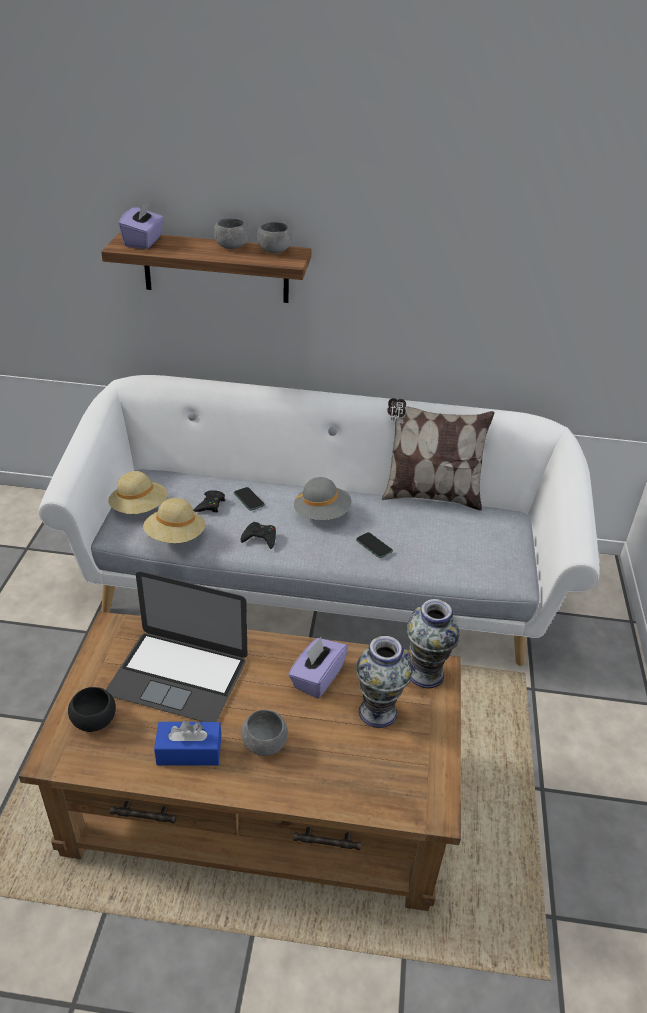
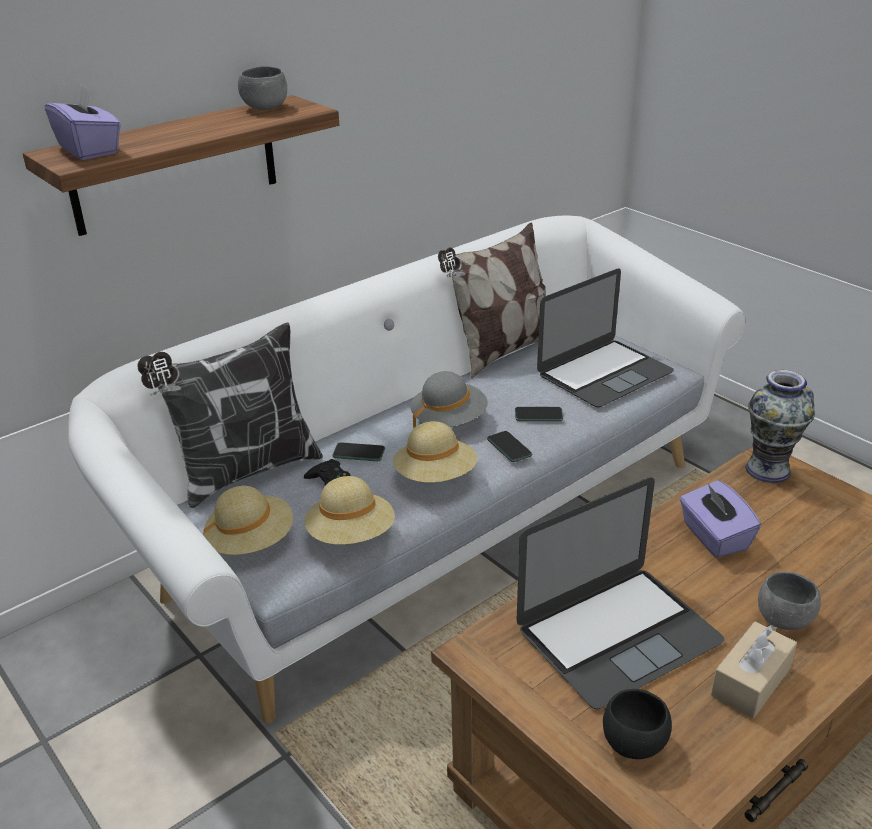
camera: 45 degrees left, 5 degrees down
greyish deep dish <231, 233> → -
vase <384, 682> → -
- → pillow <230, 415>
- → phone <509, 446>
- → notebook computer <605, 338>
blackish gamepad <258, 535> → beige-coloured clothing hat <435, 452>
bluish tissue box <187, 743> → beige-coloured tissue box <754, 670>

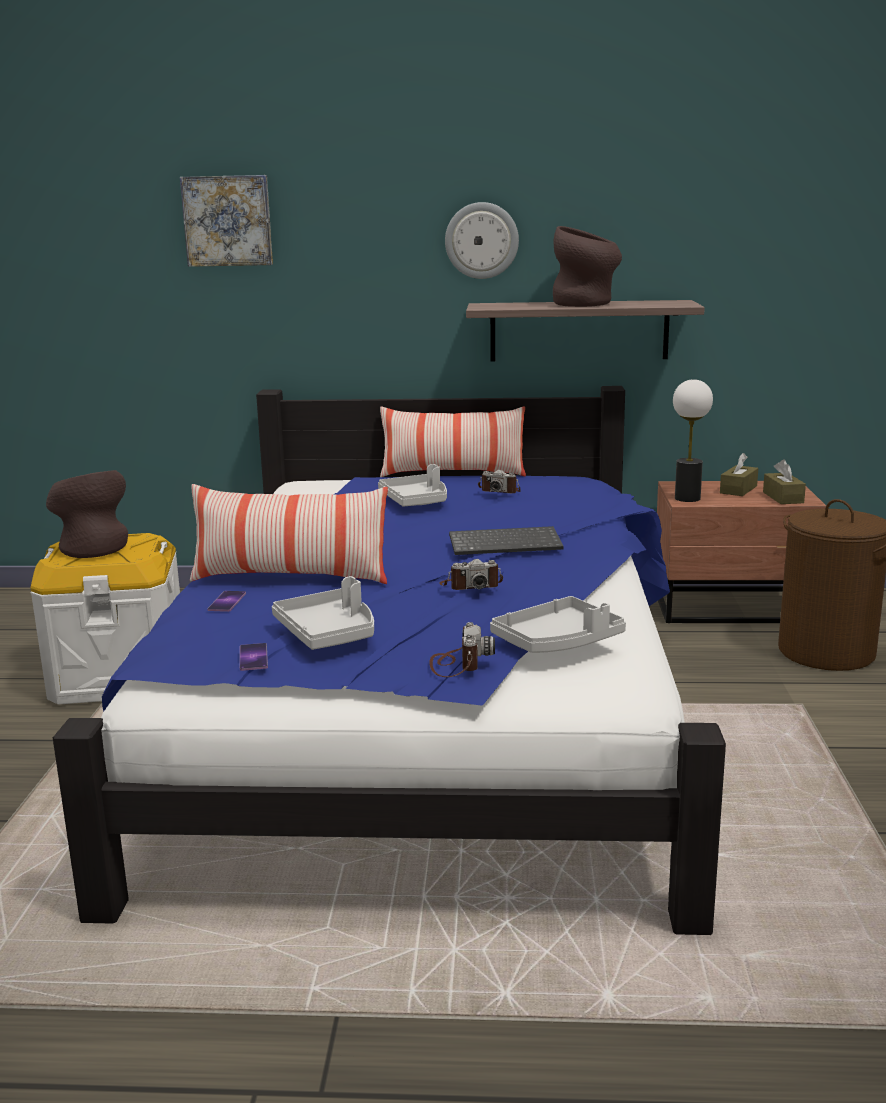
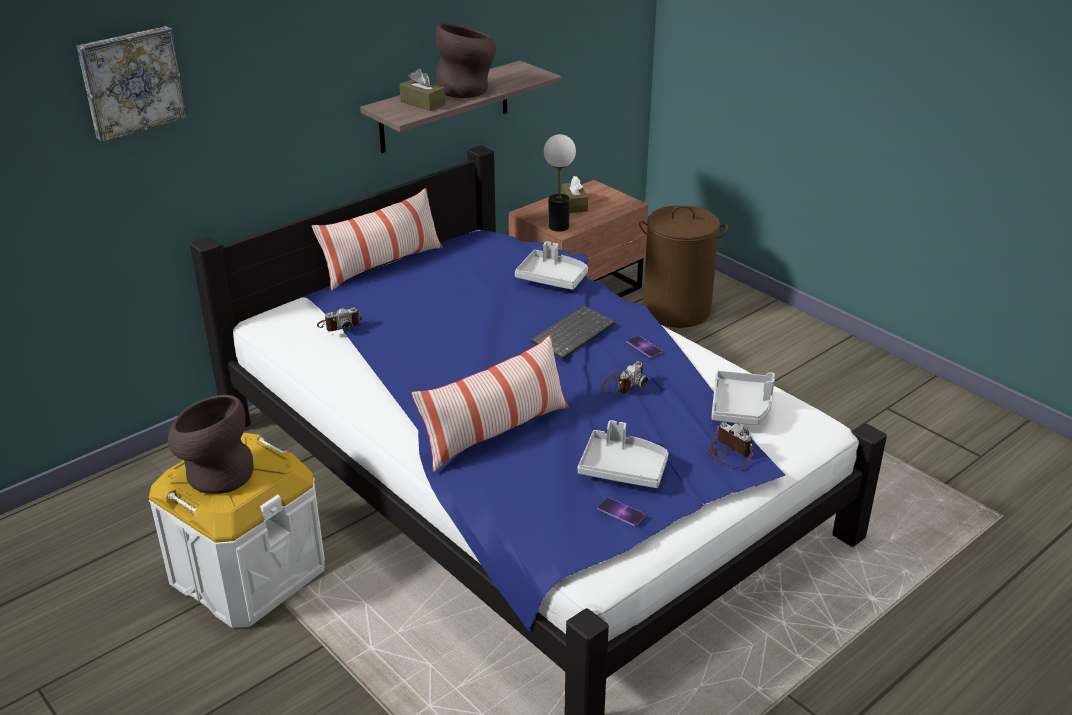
camera: 45 degrees left, 15 degrees up
wall clock <482, 240> → -
phone <226, 601> → phone <644, 347>, relocated
greyish tray <412, 485> → greyish tray <551, 265>, relocated
photo camera <499, 481> → photo camera <339, 319>, relocated
brown tissue box <784, 481> → brown tissue box <422, 90>, relocated

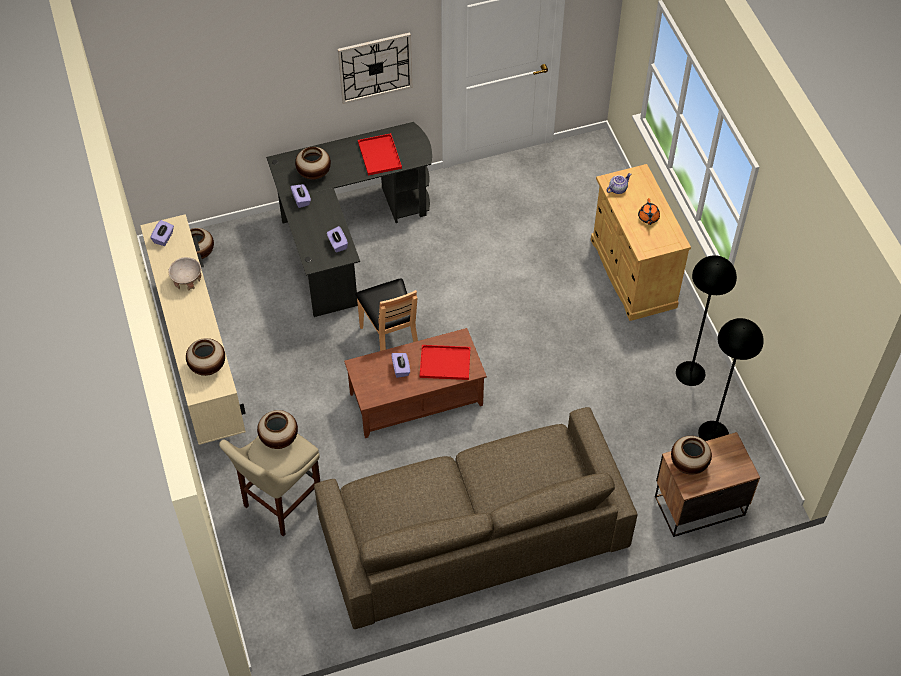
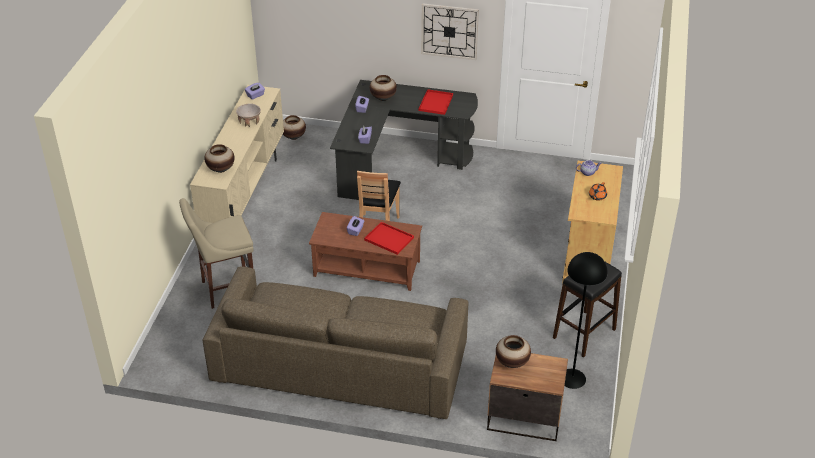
camera: 30 degrees right, 15 degrees down
vase <277, 429> → -
blackish floor lamp <706, 320> → blackish stool seat <587, 310>

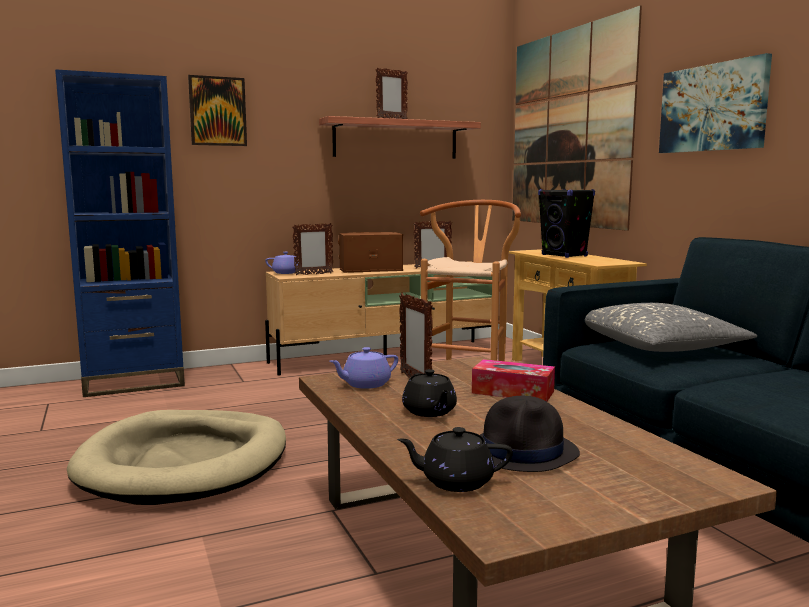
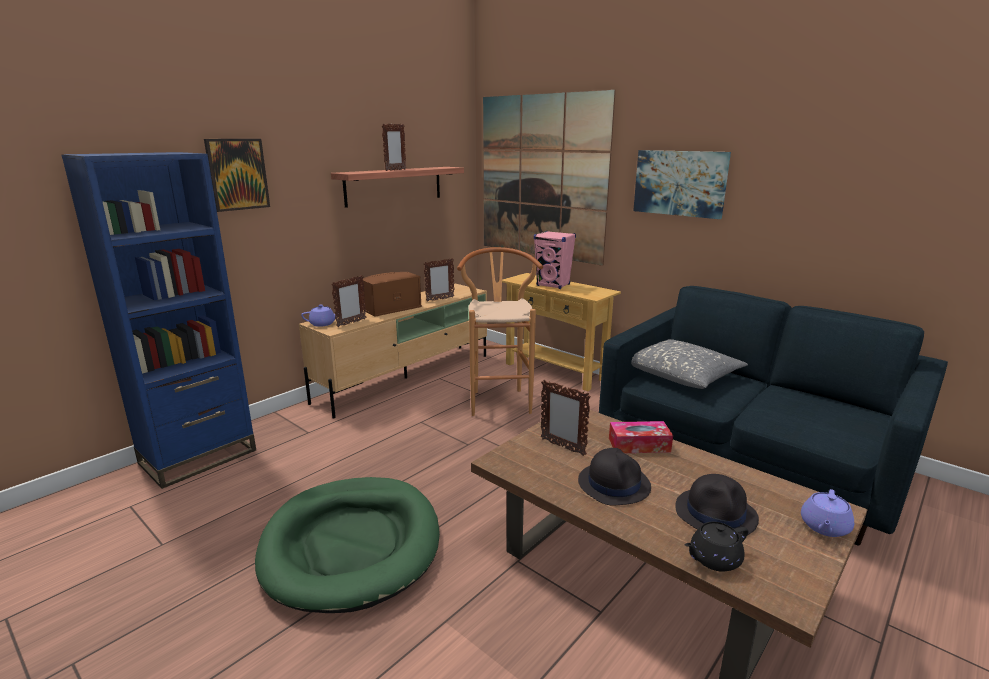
camera: 25 degrees left, 10 degrees up
purplish pot for tea <364, 368> → purplish pot for tea <827, 513>, relocated
blackish pot for tea <429, 393> → blackish clothing hat <614, 476>
beige-coloured dog cushion <176, 457> → greenish dog cushion <347, 545>
blackish loudspeaker <566, 223> → pink-coloured loudspeaker <555, 260>

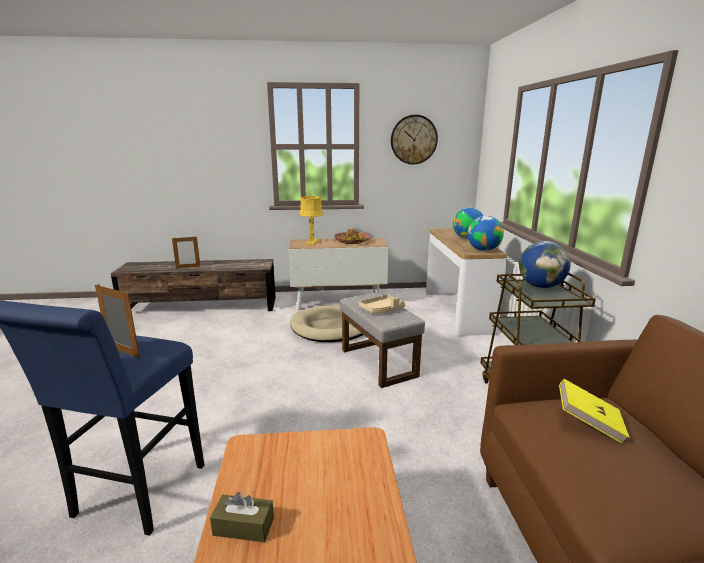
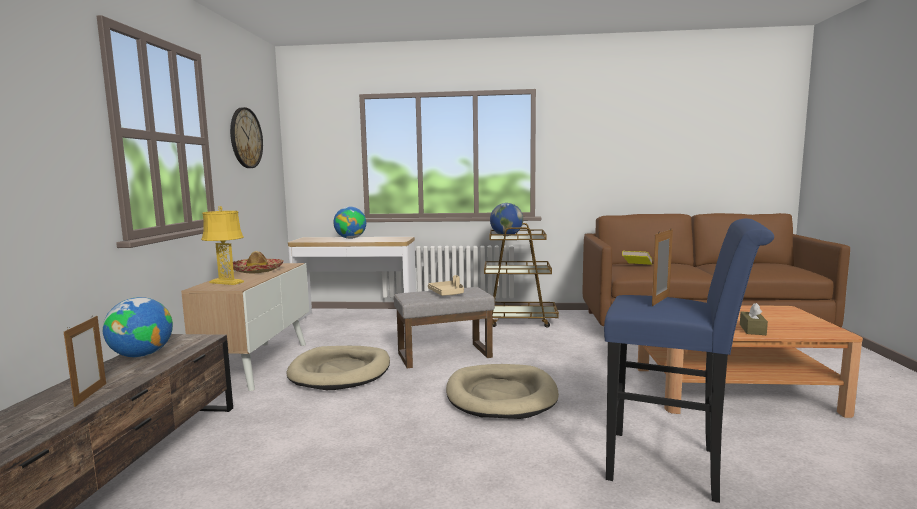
camera: 80 degrees left, 10 degrees down
- → beige-coloured dog cushion <502, 391>
globe <485, 233> → globe <138, 327>, relocated

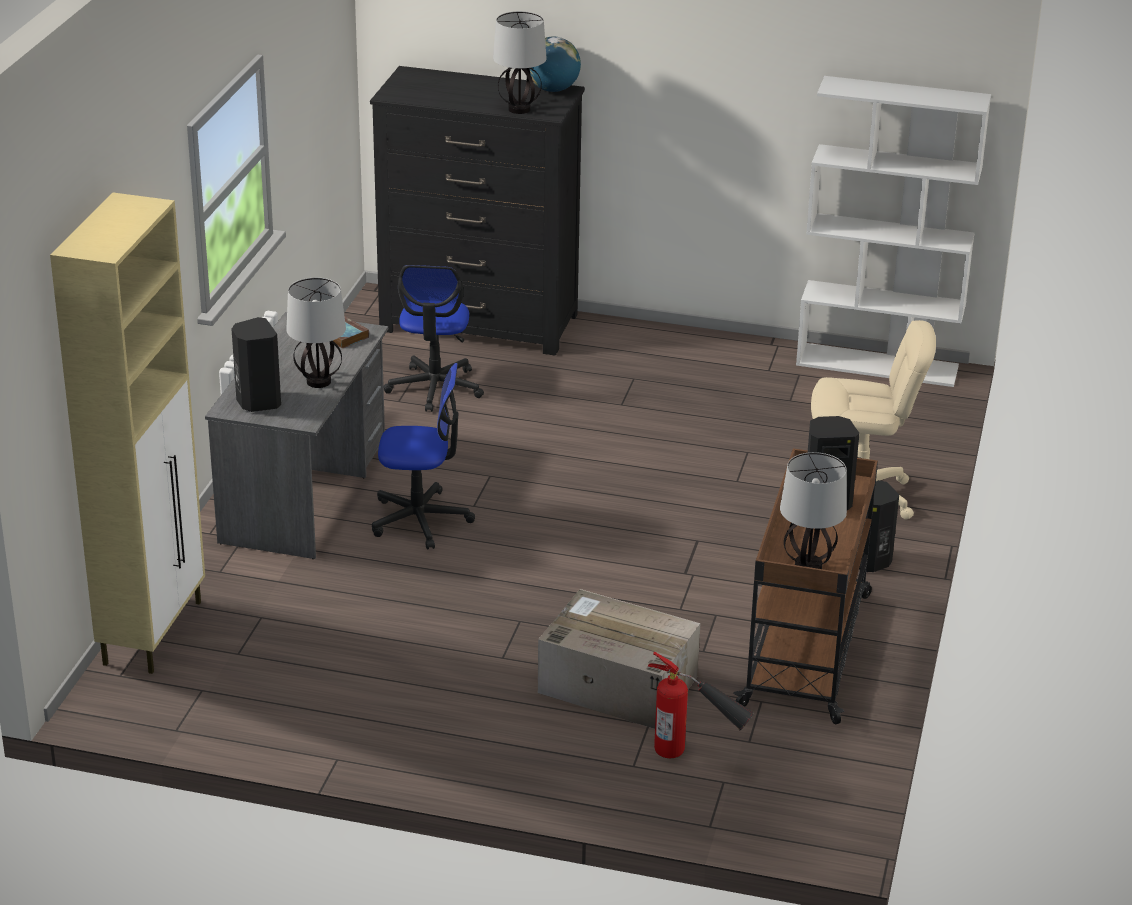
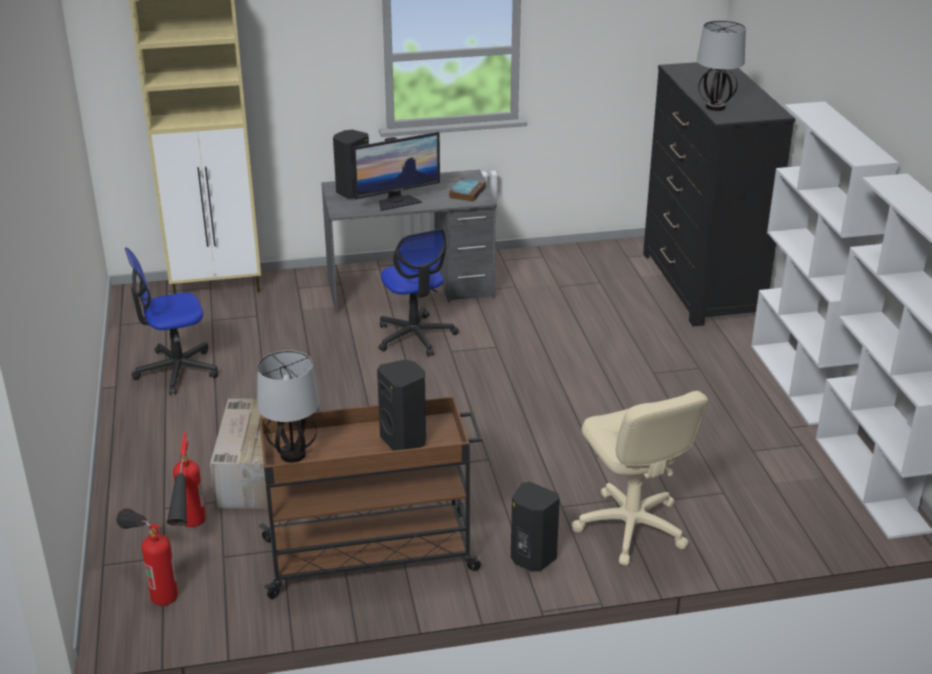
camera: 65 degrees right, 0 degrees up
globe <555, 64> → -
- → extinguisher <147, 557>
- → white-coloured bookshelf <824, 263>
computer chair <434, 338> → computer chair <171, 321>, relocated
table lamp <316, 333> → monitor <396, 171>

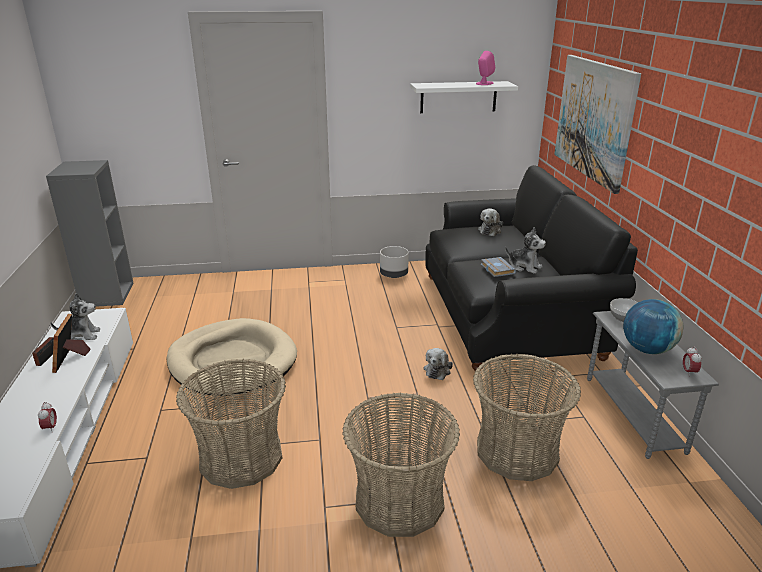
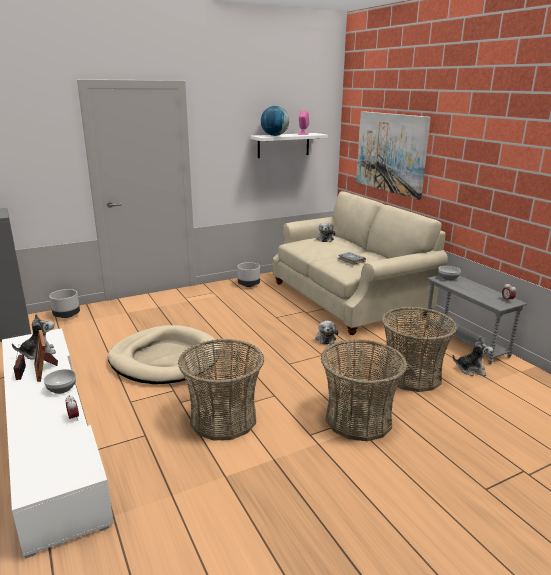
camera: 20 degrees left, 5 degrees down
- → deep dish <60, 381>
- → greyish planter <64, 303>
cuddly toy <525, 250> → cuddly toy <472, 356>, relocated
globe <653, 326> → globe <275, 121>, relocated
blackish couch <531, 268> → beige-coloured couch <360, 263>

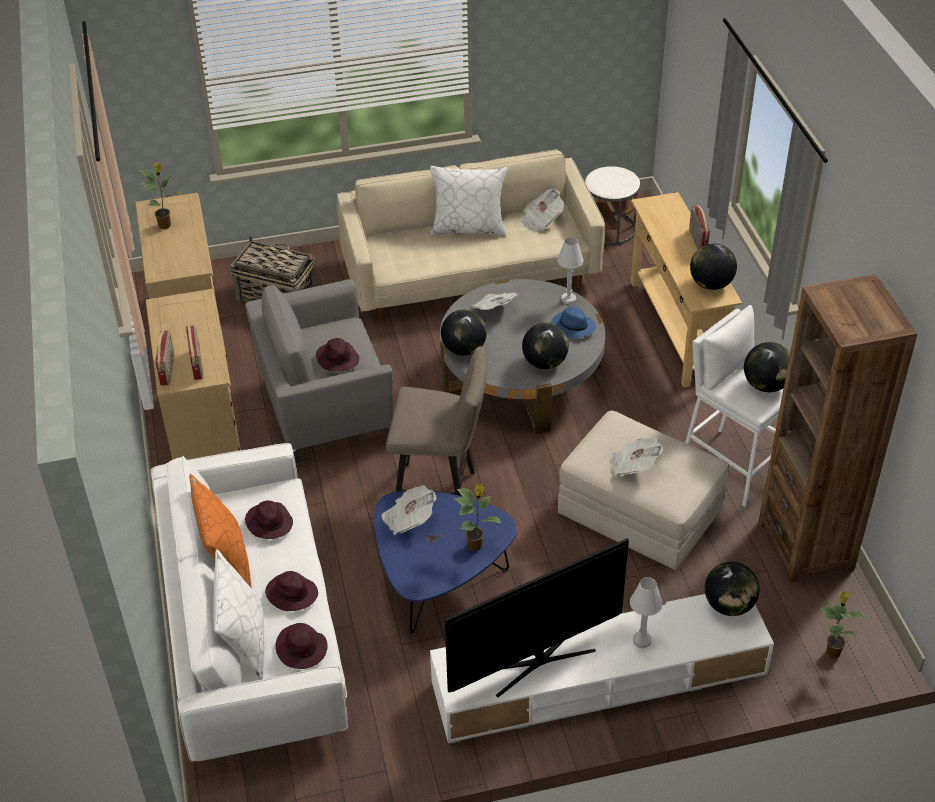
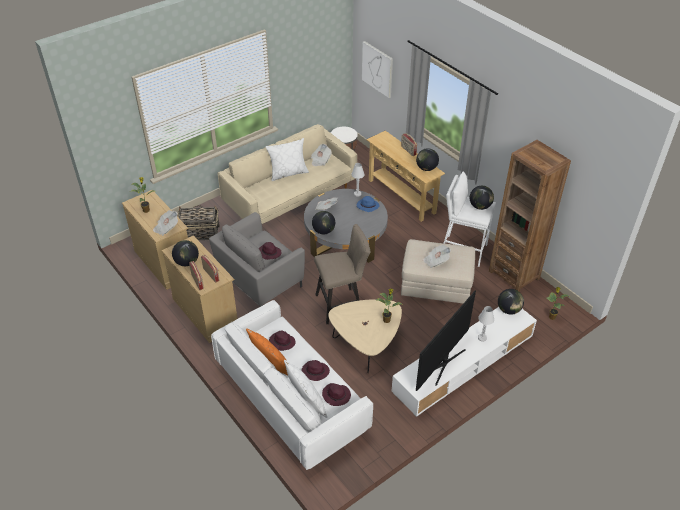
camera: 25 degrees left, 0 degrees up
- → wall picture <377, 69>
printed paper <409, 510> → printed paper <165, 223>, relocated
globe <545, 346> → globe <185, 253>, relocated
bluish coffee table <445, 562> → beige-coloured coffee table <365, 336>

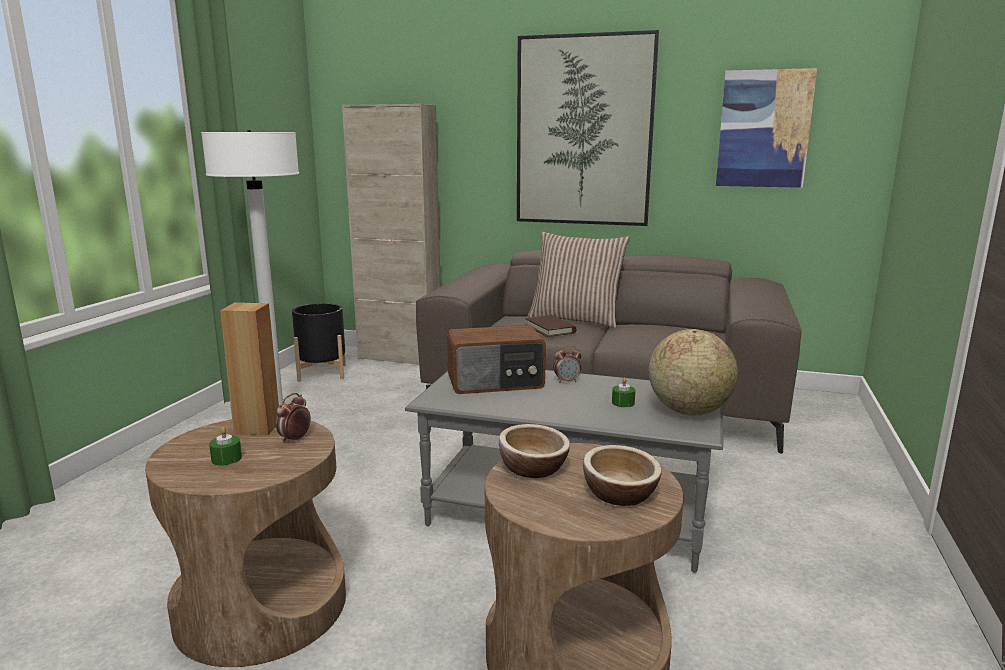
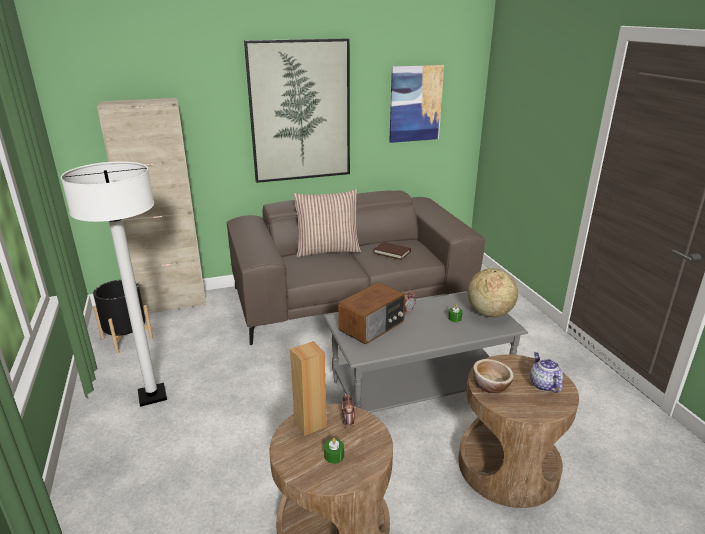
camera: 35 degrees left, 10 degrees up
brown volume <550, 326> → brown volume <392, 251>, relocated
deep dish <622, 475> → pot for tea <546, 372>

